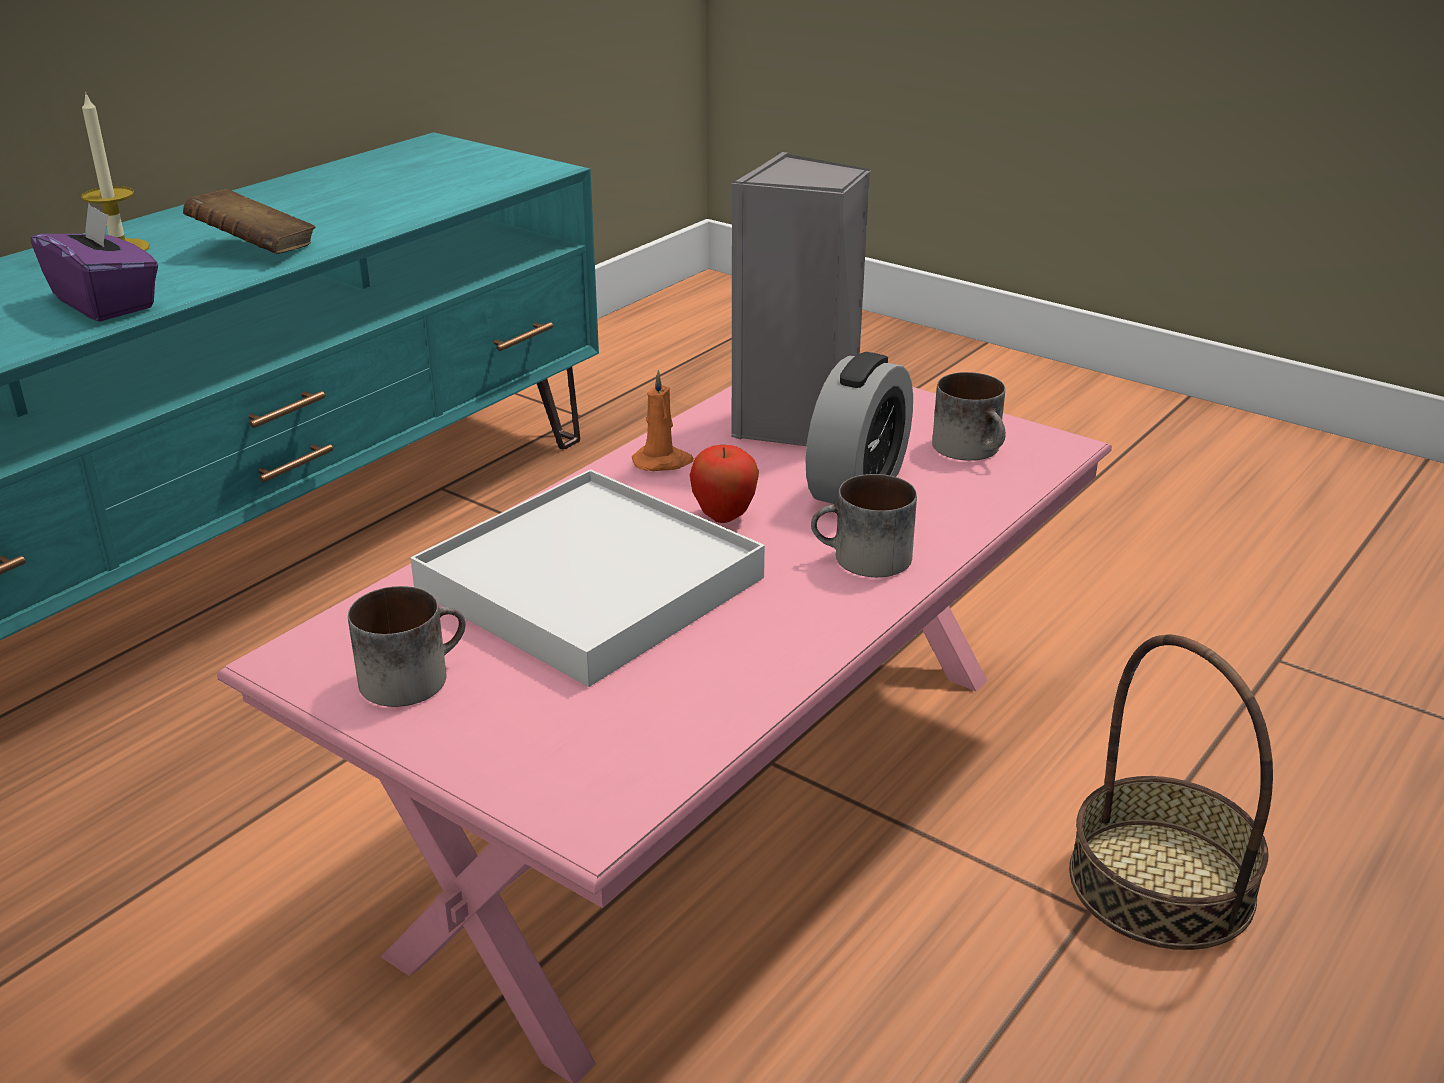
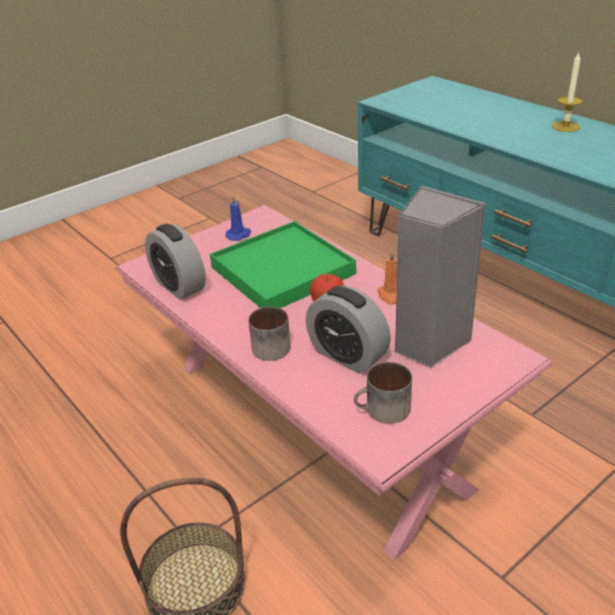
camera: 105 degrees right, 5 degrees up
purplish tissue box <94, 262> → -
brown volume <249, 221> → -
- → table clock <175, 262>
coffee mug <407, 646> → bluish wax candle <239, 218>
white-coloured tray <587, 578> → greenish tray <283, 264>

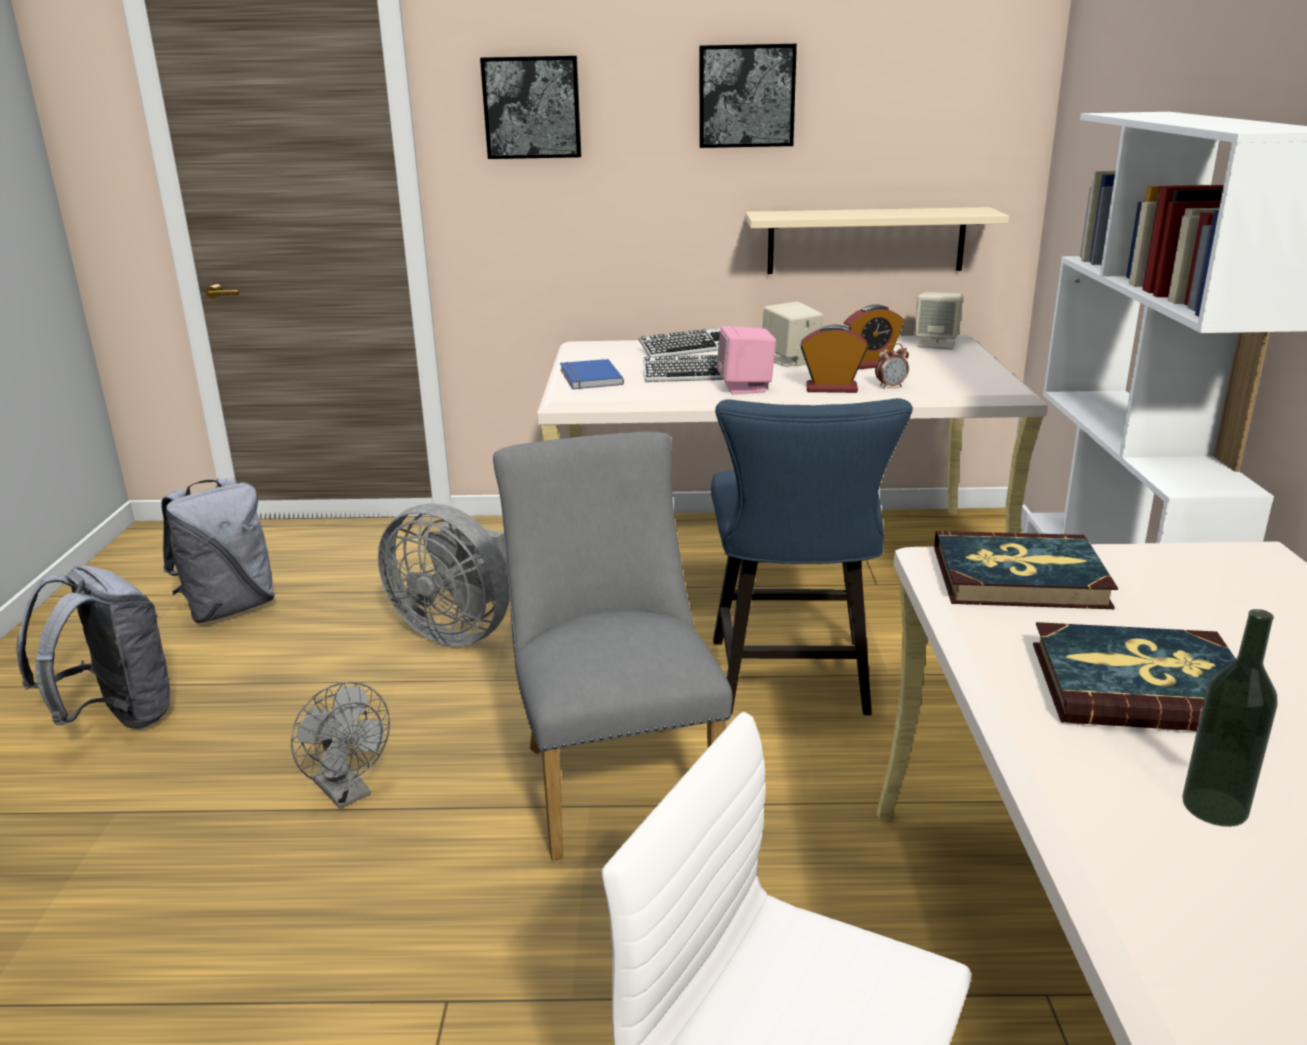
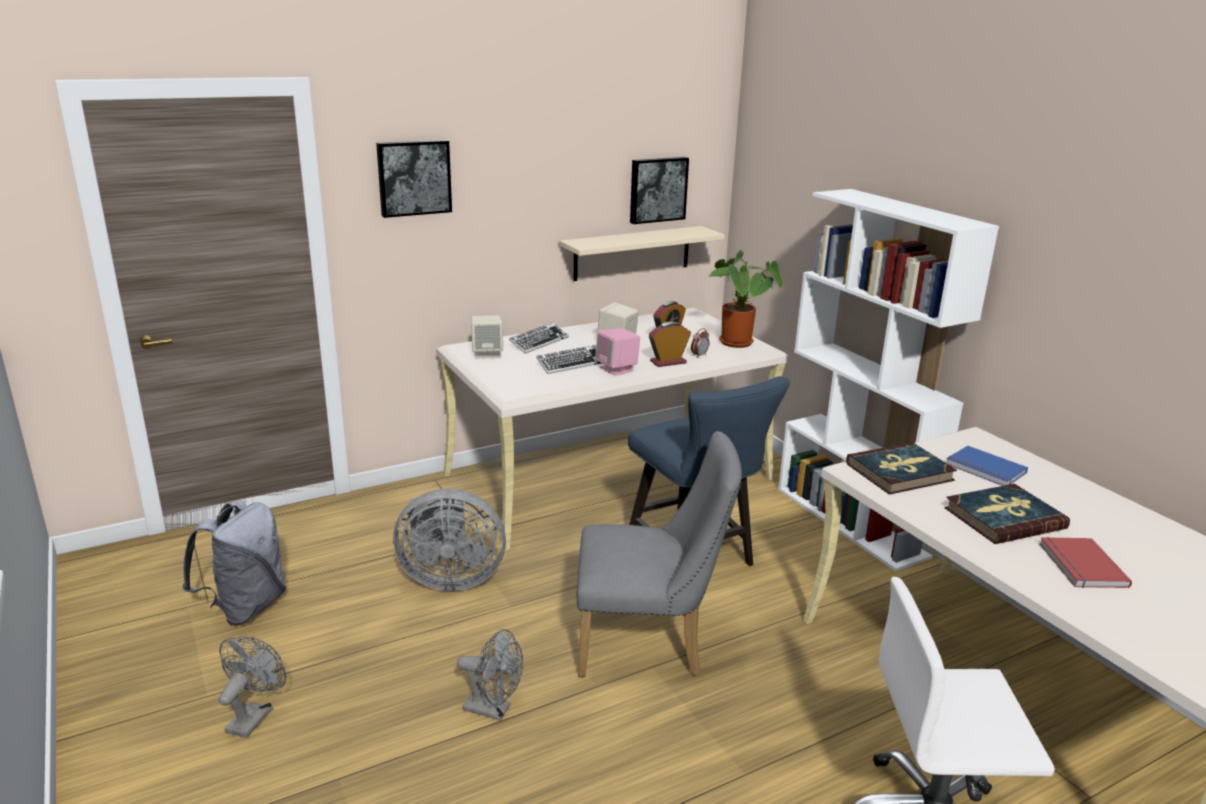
camera: 30 degrees left, 0 degrees up
- → houseplant <746, 299>
bluish volume <592, 374> → bluish volume <987, 466>, relocated
wall picture <748, 96> → wall picture <659, 190>, relocated
beige-coloured loudspeaker <938, 320> → beige-coloured loudspeaker <487, 337>, relocated
greyish rucksack <94, 647> → greyish fan <252, 687>
drink bottle <1230, 718> → red volume <1085, 562>
greyish chair <613, 645> → greyish chair <659, 554>, 135 degrees clockwise

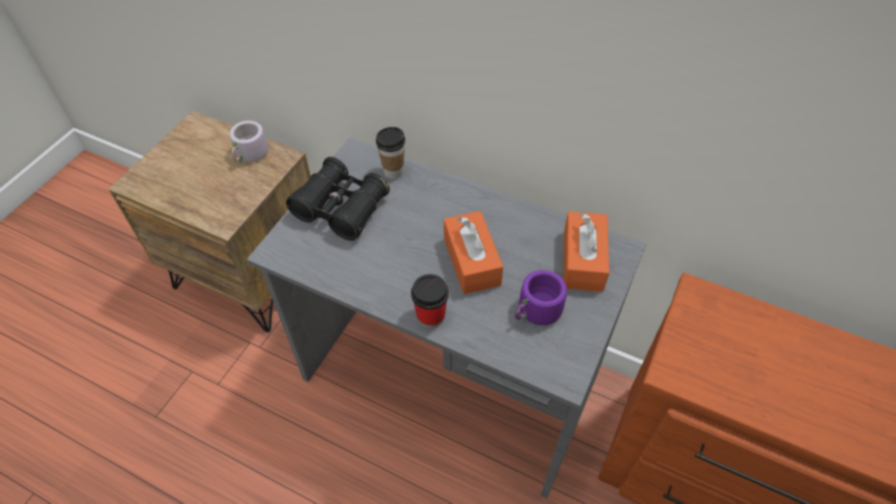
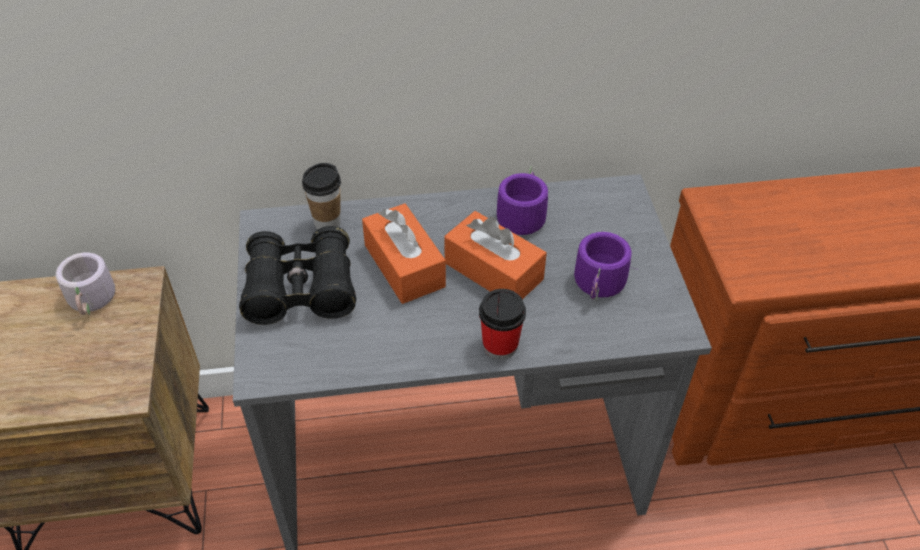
camera: 35 degrees left, 5 degrees down
- → purplish coffee mug <522, 200>
orange-coloured tissue box <586, 251> → orange-coloured tissue box <404, 253>, relocated

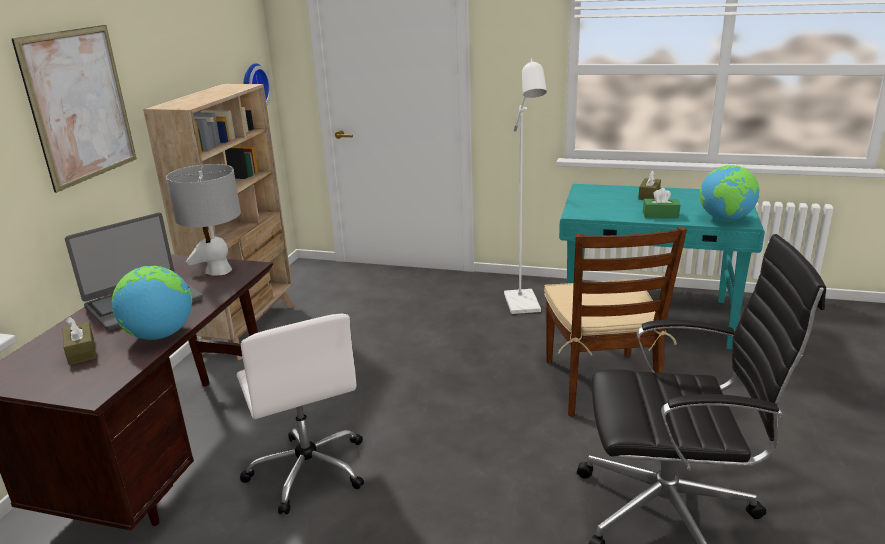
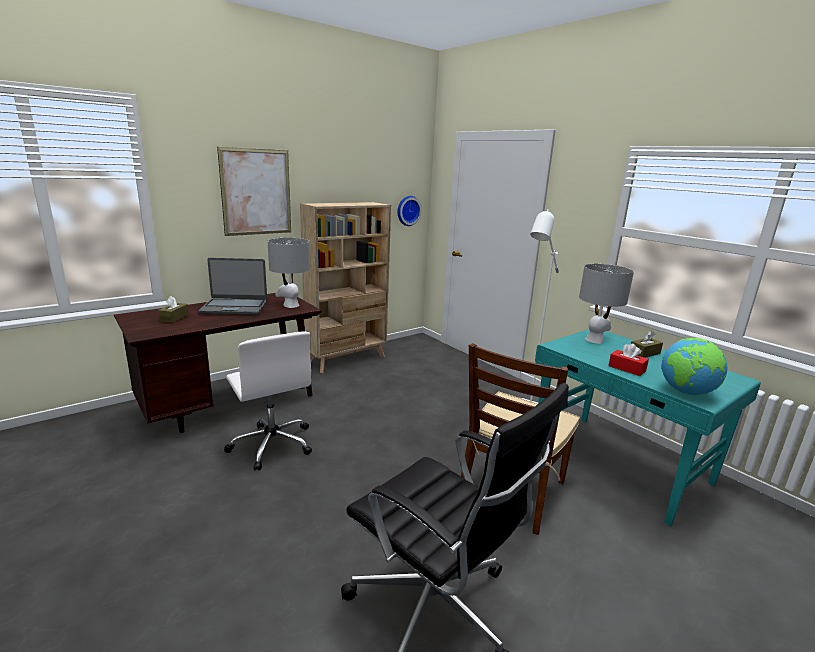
camera: 35 degrees right, 5 degrees down
globe <152, 303> → -
- → greyish table lamp <606, 304>
greenish tissue box <661, 203> → red tissue box <628, 360>
white-coloured computer chair <300, 414> → white-coloured computer chair <268, 401>, 45 degrees counterclockwise

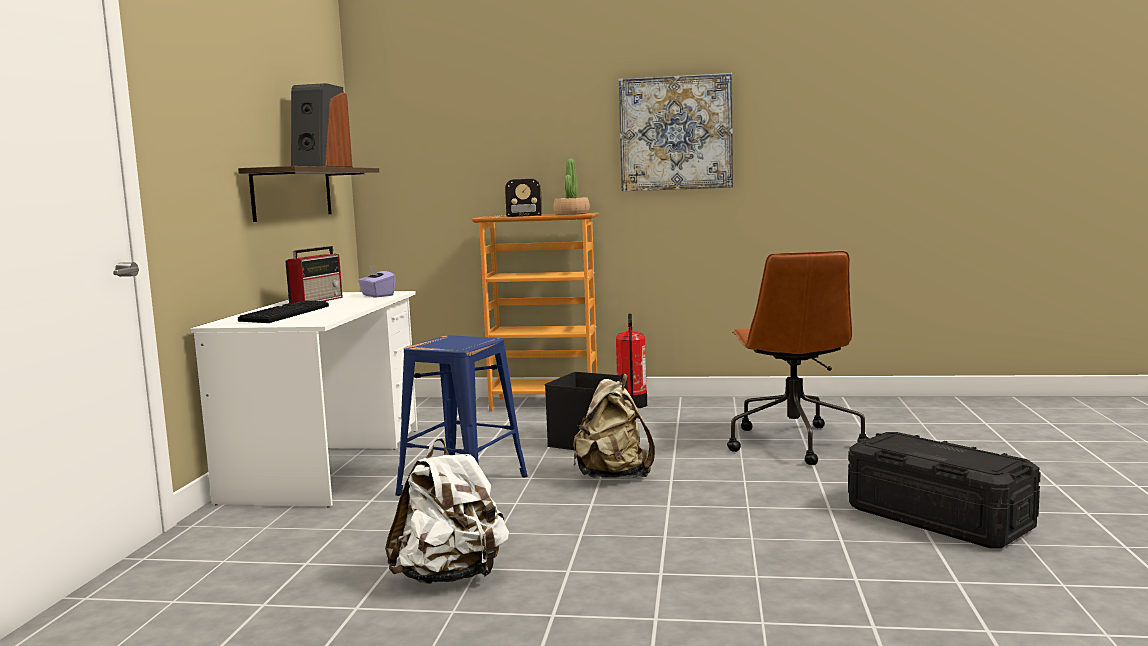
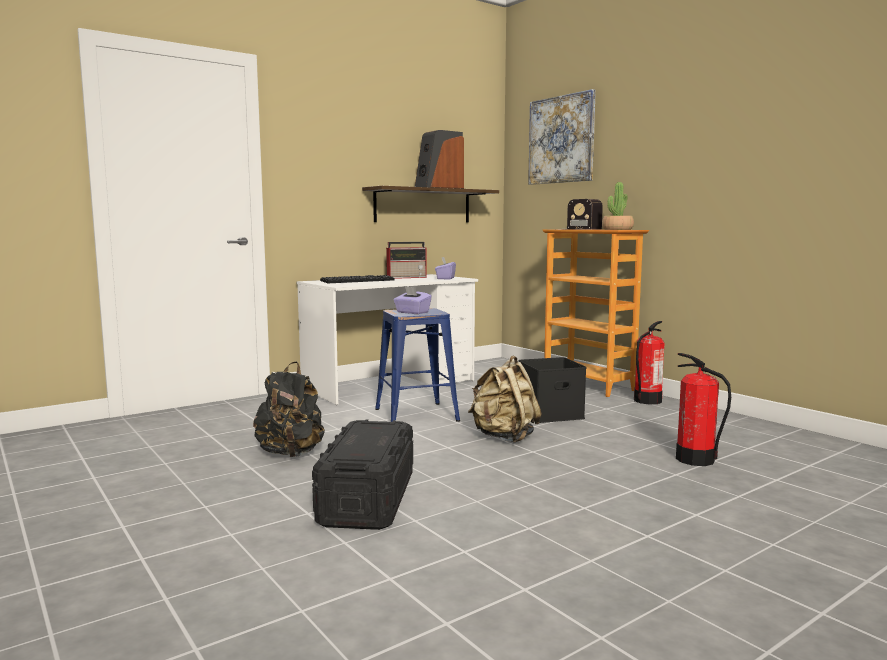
camera: 45 degrees right, 0 degrees up
- → purplish tissue box <413, 300>
wall picture <676, 132> → wall picture <562, 137>, relocated
blackish storage container <944, 490> → blackish storage container <362, 474>, relocated
brown computer chair <798, 357> → extinguisher <703, 409>
white-coloured rucksack <447, 511> → blackish rucksack <289, 409>

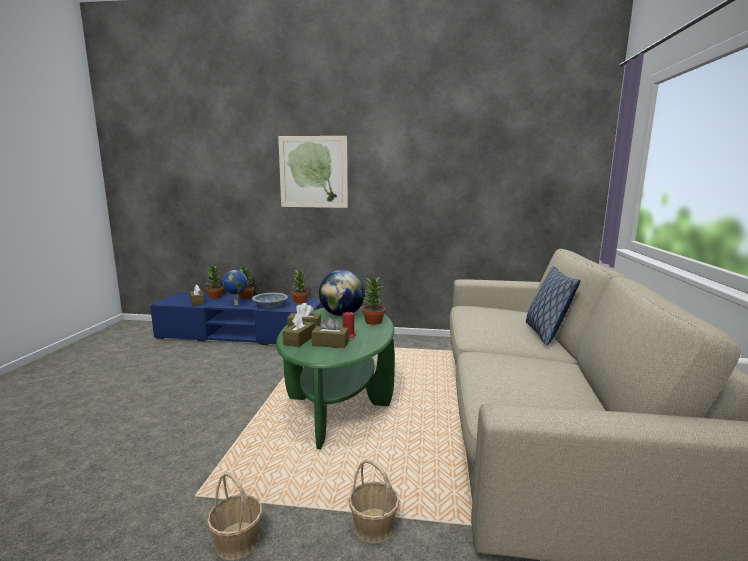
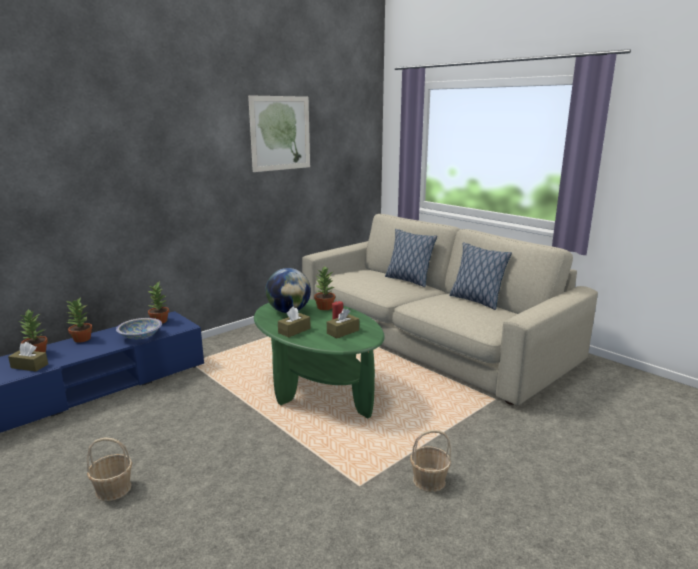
camera: 50 degrees left, 5 degrees up
globe <235, 287> → -
brown tissue box <298, 330> → -
- → pillow <480, 276>
wall picture <313, 172> → wall picture <279, 133>, relocated
storage basket <374, 501> → storage basket <109, 469>, relocated

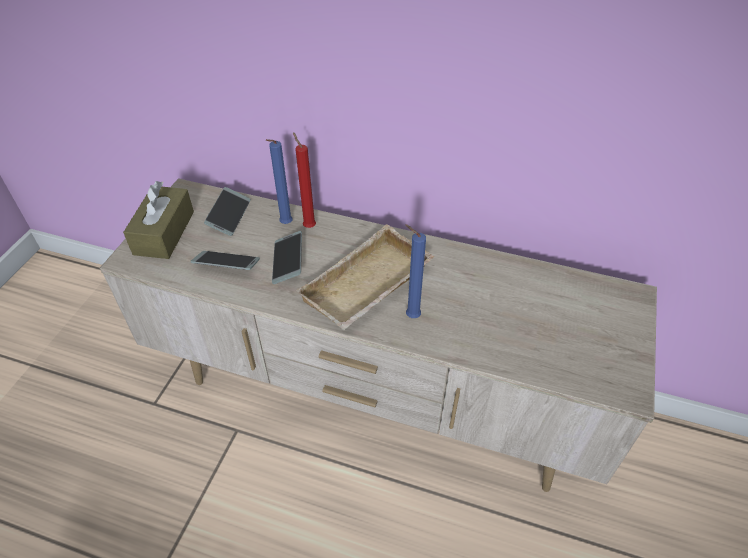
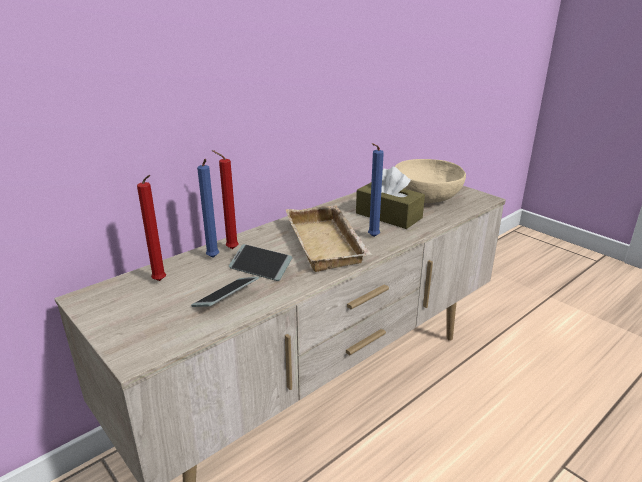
camera: 60 degrees left, 20 degrees down
- → beige-coloured deep dish <430, 181>
brown tissue box <158, 220> → brown tissue box <390, 198>, relocated
phone <227, 211> → red wax candle <151, 228>

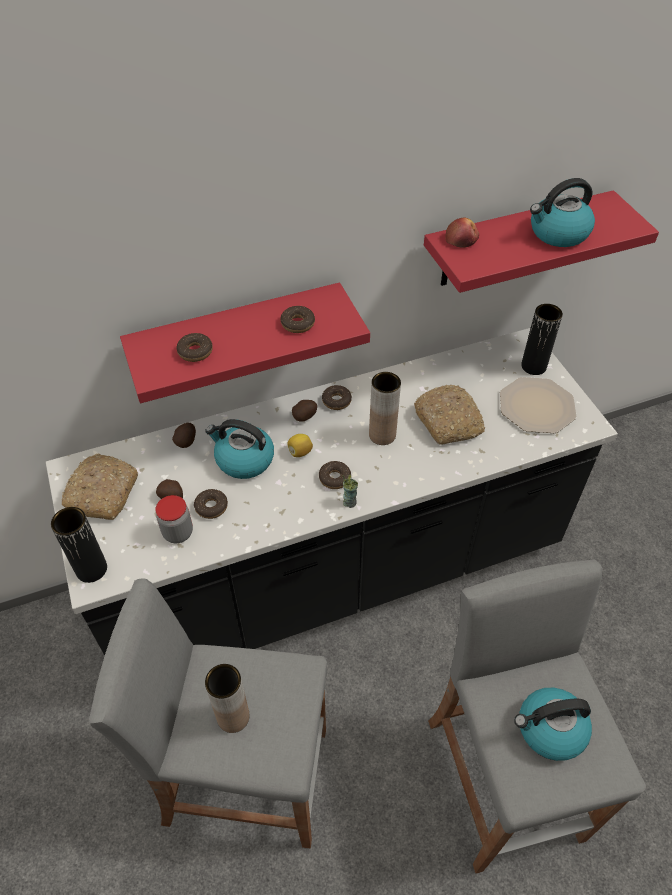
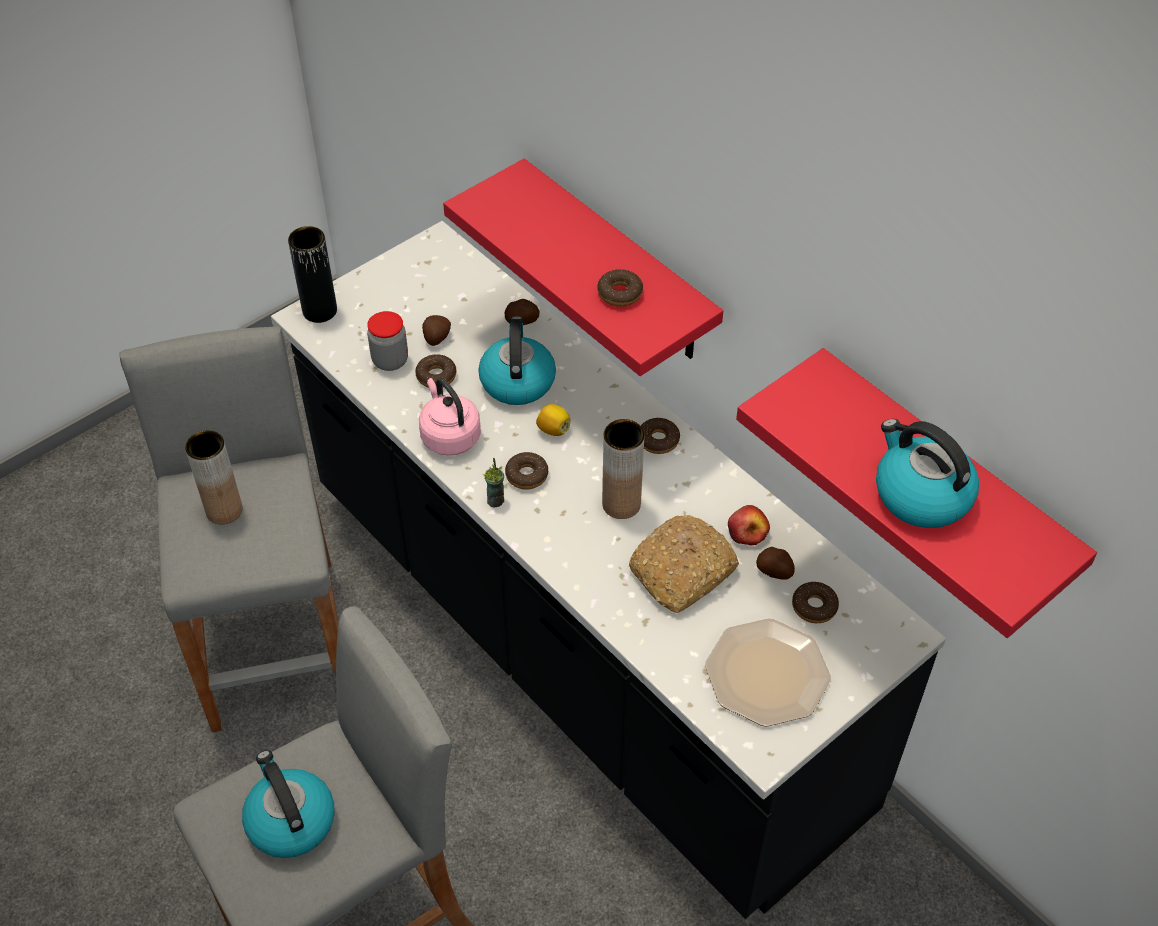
camera: 70 degrees right, 0 degrees up
bakery bread <100, 487> → -
blackish vase <542, 339> → -
- → pink-coloured kettle <450, 417>
ring doughnut <195, 347> → ring doughnut <815, 602>, relocated
potato <304, 411> → potato <775, 563>, relocated
apple <462, 232> → apple <749, 525>, relocated

